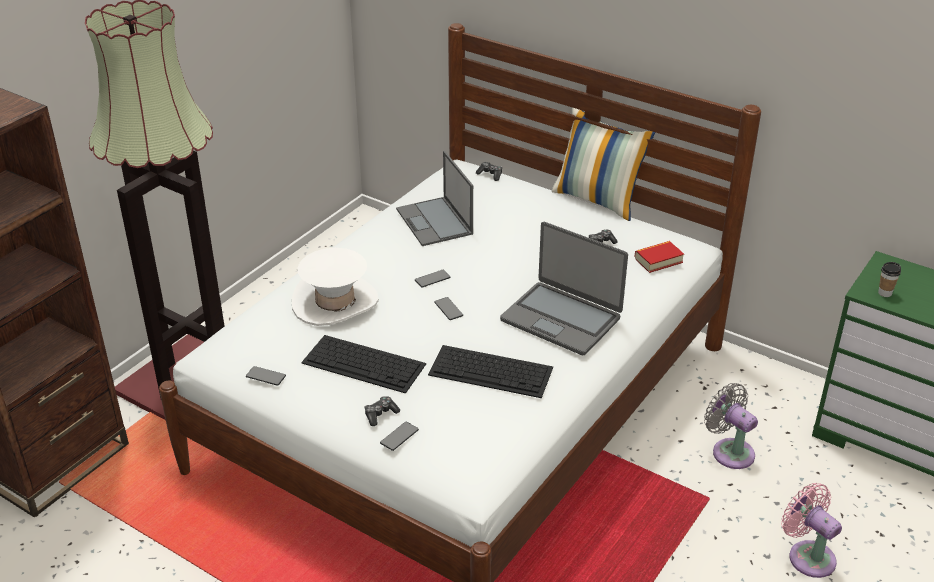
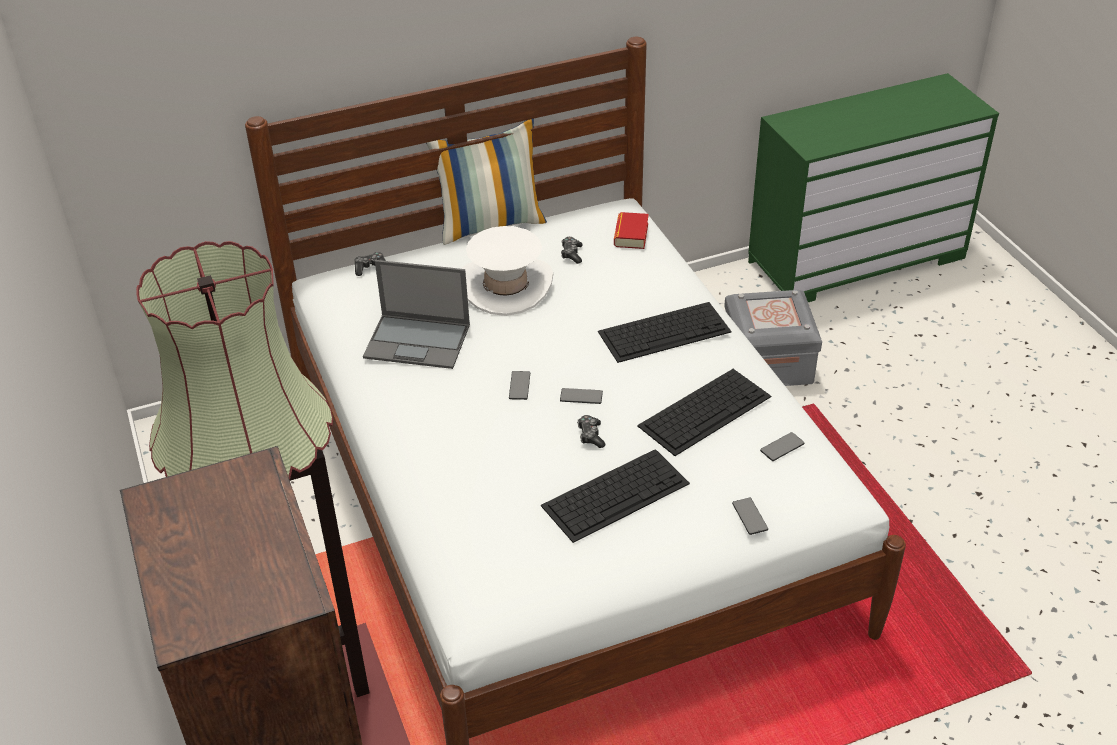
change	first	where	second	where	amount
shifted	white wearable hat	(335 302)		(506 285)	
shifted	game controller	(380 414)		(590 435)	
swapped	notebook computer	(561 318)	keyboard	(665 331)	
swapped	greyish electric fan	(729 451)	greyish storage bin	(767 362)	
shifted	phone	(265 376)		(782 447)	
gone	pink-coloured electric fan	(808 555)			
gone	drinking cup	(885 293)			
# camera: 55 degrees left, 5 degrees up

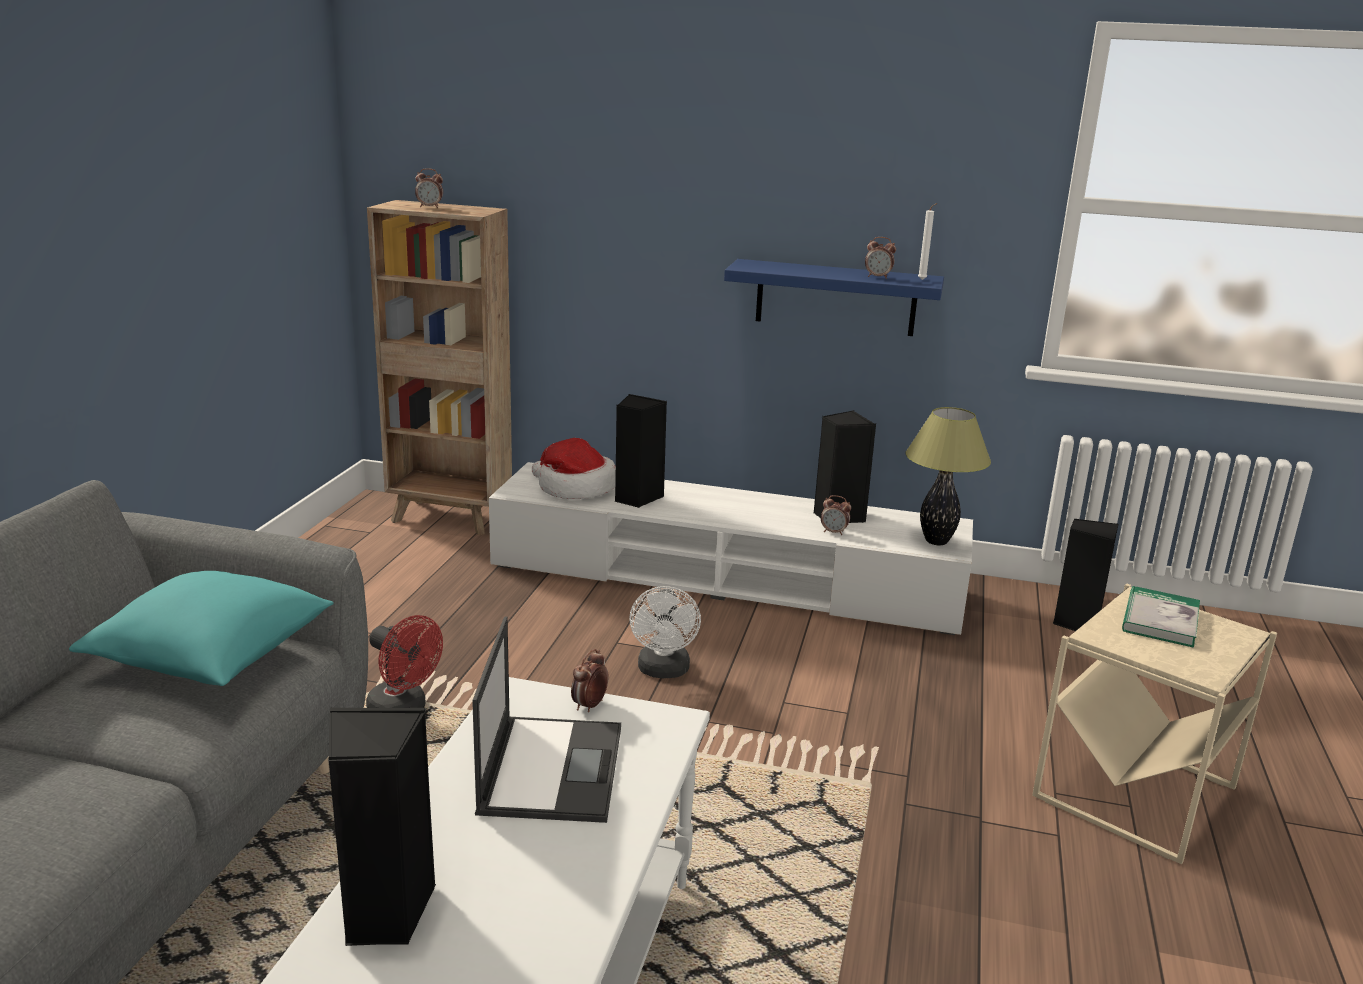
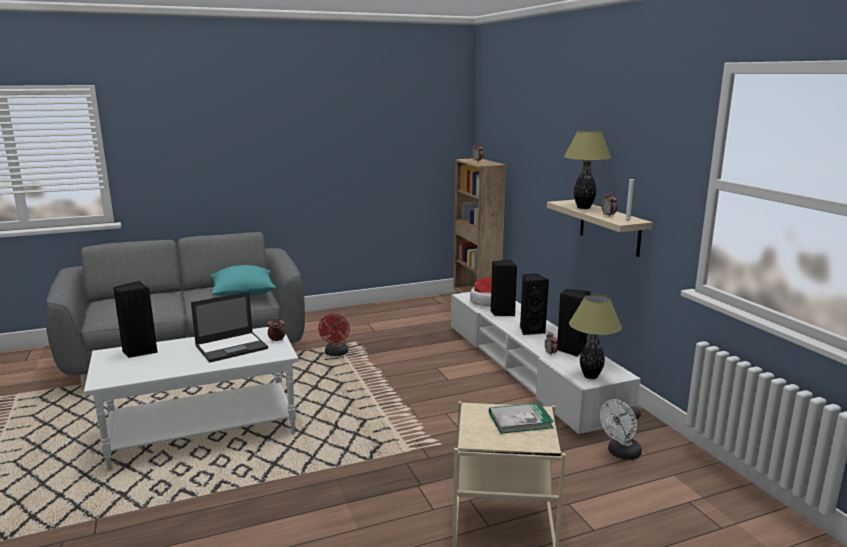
change	first	where	second	where	amount
shifted	black audio speaker	(1076 623)		(531 330)	
repainted	blue wall shelf	(836 298)	beige-coloured wall shelf	(609 227)	
new			table lamp	(583 208)	
shifted	white electric fan	(663 671)		(620 453)	
# camera: 55 degrees right, 5 degrees down

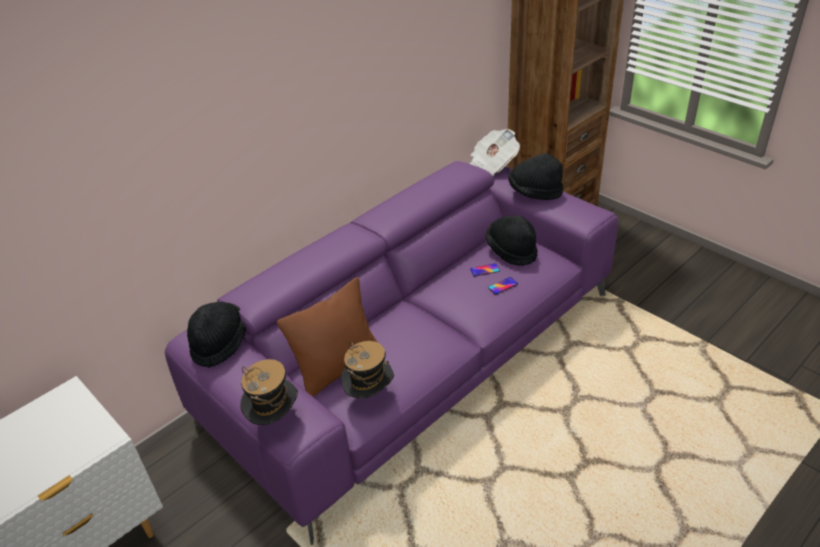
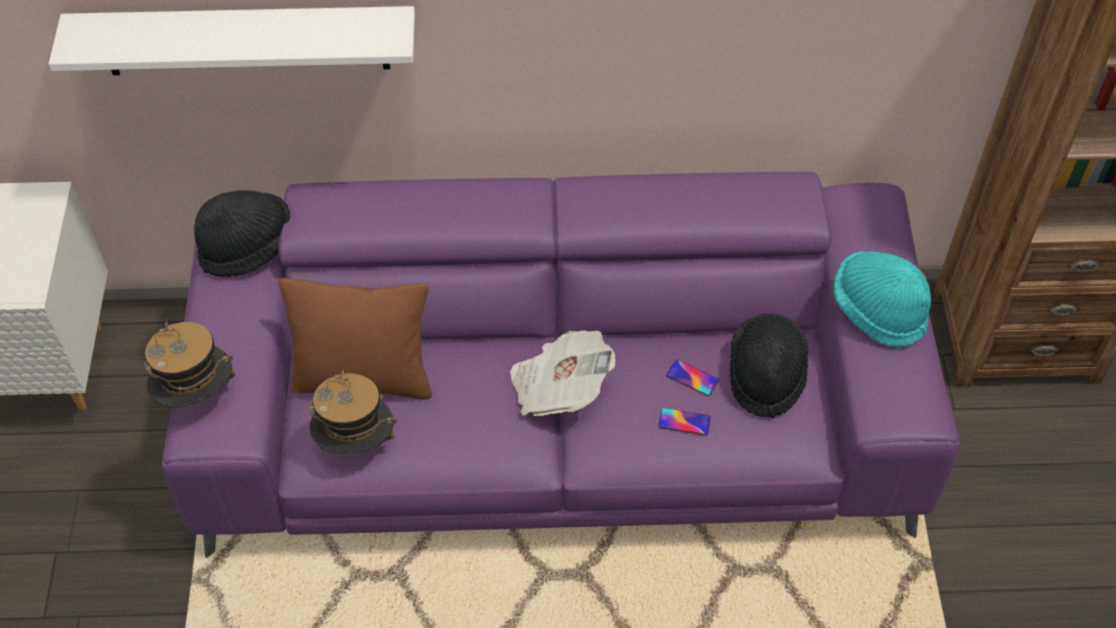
change	first	where	second	where	amount
new			white wall shelf	(245 40)	
shifted	daily paper	(491 166)		(559 388)	
repainted	black wearable hat	(534 192)	turquoise-coloured wearable hat	(878 310)	
# camera: 40 degrees right, 15 degrees up

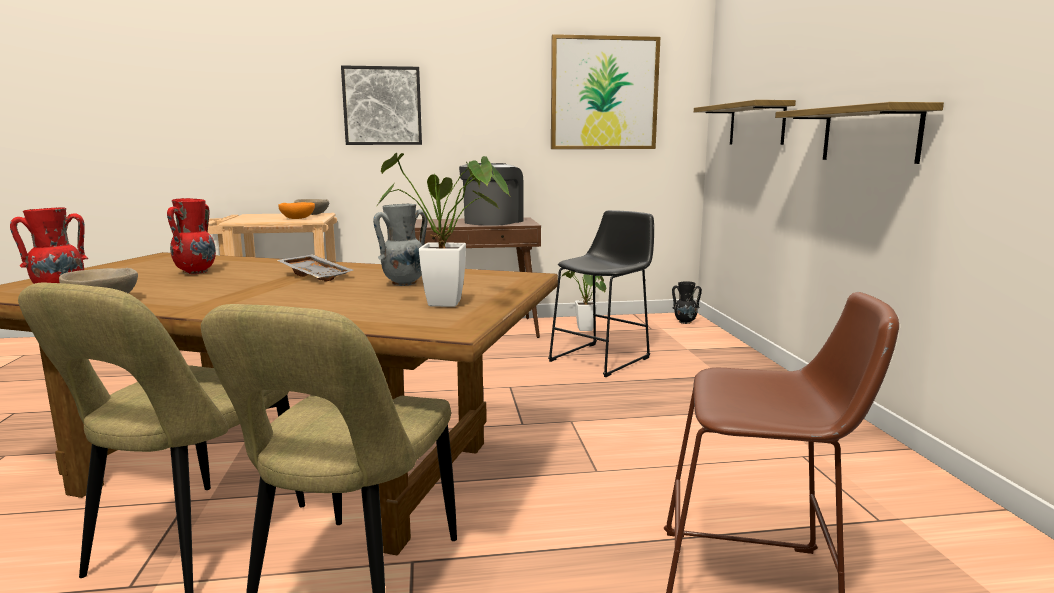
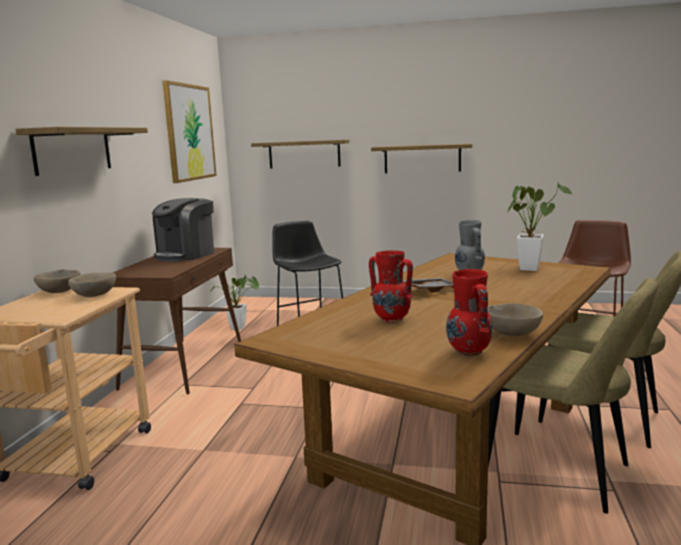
change	first	where	second	where	amount
swapped	wall picture	(382 106)	wall shelf	(73 150)	
repainted	orangey bowl	(298 218)	beige-coloured bowl	(95 295)	
rotated	coffee machine	(492 221)		(186 255)	105 degrees counterclockwise
gone	black flower vase	(684 322)			
# camera: 70 degrees left, 0 degrees up

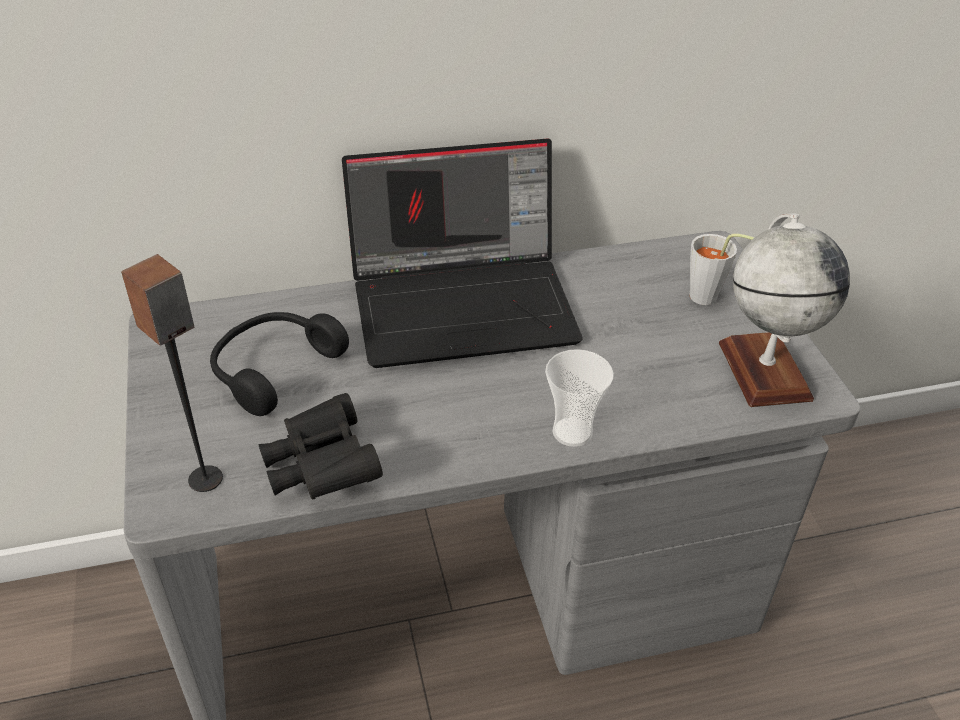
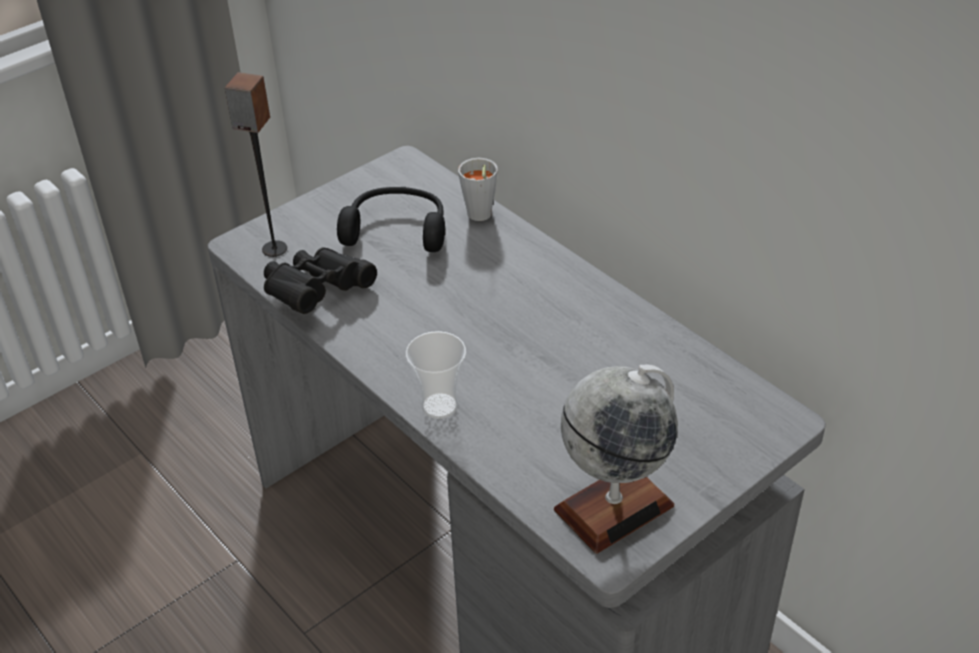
change	first	where	second	where	amount
shifted	greyish drinking cup	(709 298)		(479 217)	
gone	notebook computer	(465 303)			
# camera: 65 degrees right, 0 degrees up

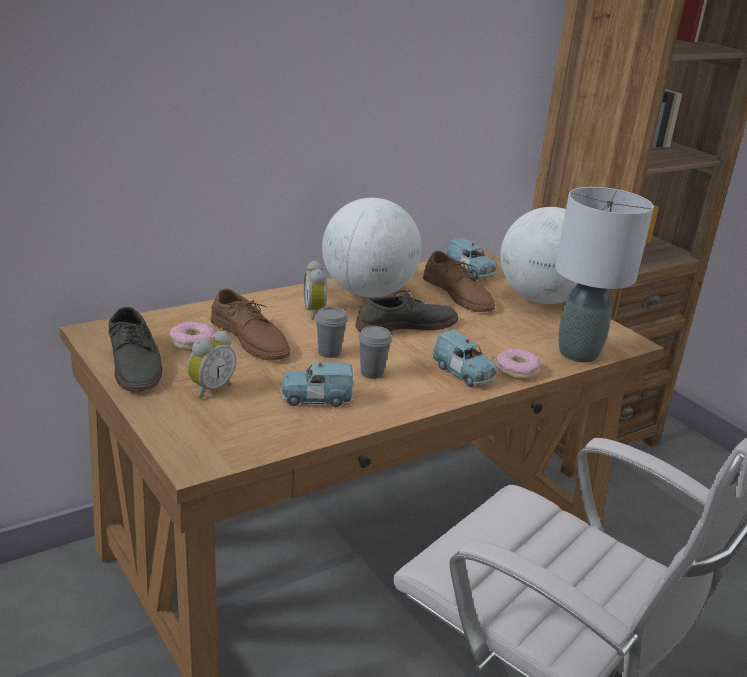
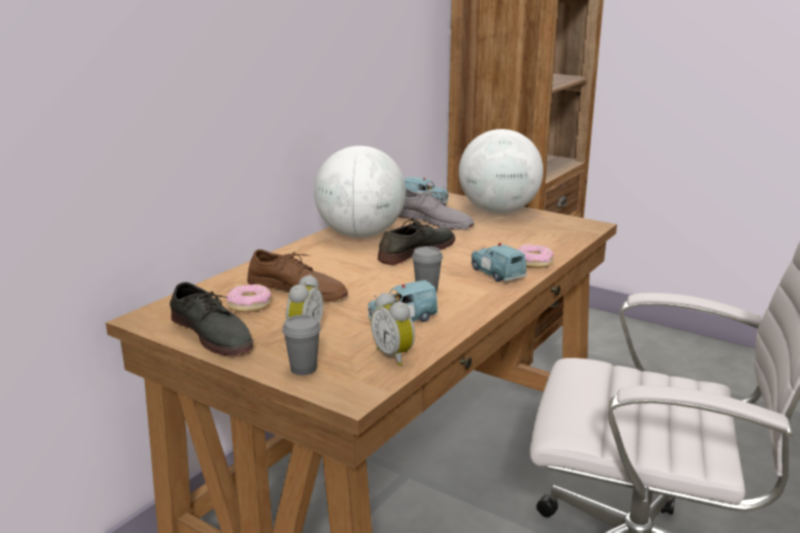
change	first	where	second	where	amount
shifted	greyish drinking cup	(329 352)		(303 369)	
shifted	bedside clock	(316 313)		(395 355)	
repainted	brown low shoe	(458 294)	greyish low shoe	(433 220)	
rotated	blue model car	(463 373)		(497 274)	150 degrees counterclockwise
gone	greyish table lamp	(578 353)			
# camera: 20 degrees left, 5 degrees down

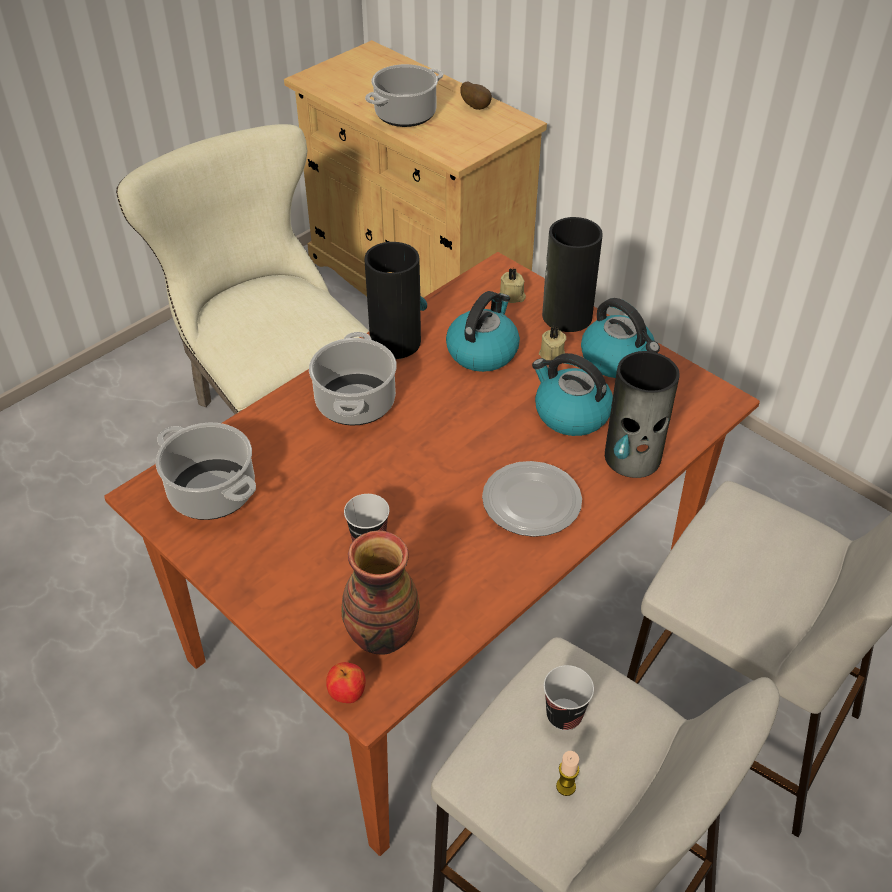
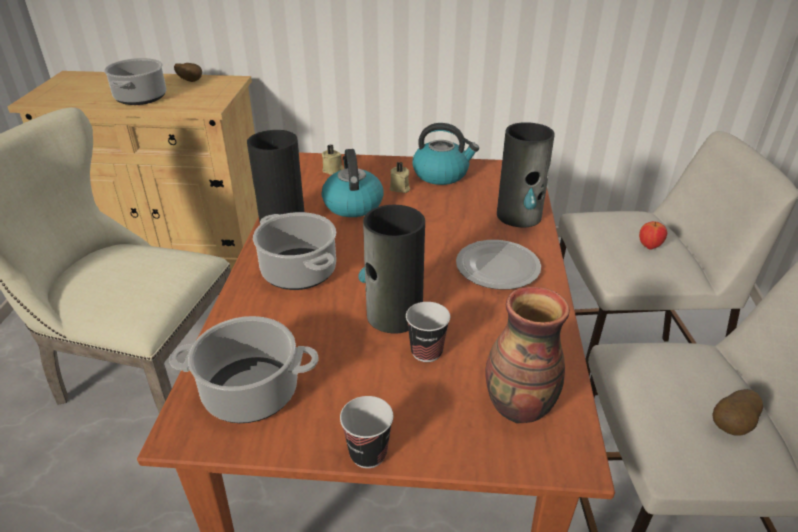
change	first	where	second	where	amount
shifted	drinking cup	(564 715)		(368 453)	
shifted	flower vase	(566 316)		(393 315)	
shifted	whole apple	(347 694)		(649 246)	
swapped	candle	(566 786)	potato	(732 426)	
gone	water kettle	(570 414)			
# camera: 40 degrees left, 10 degrees down

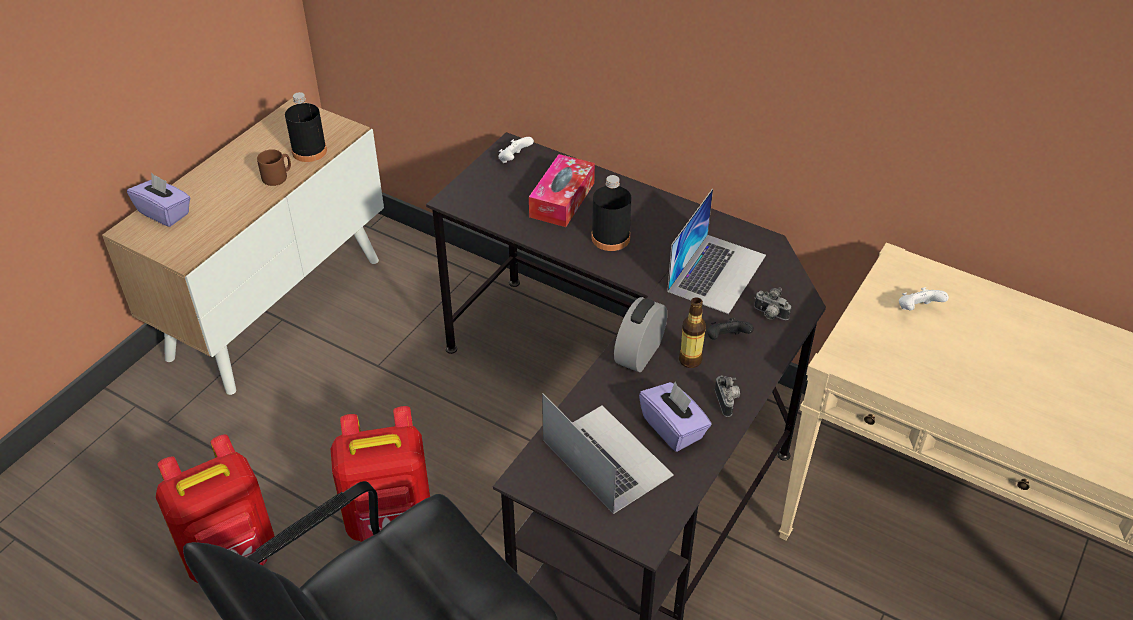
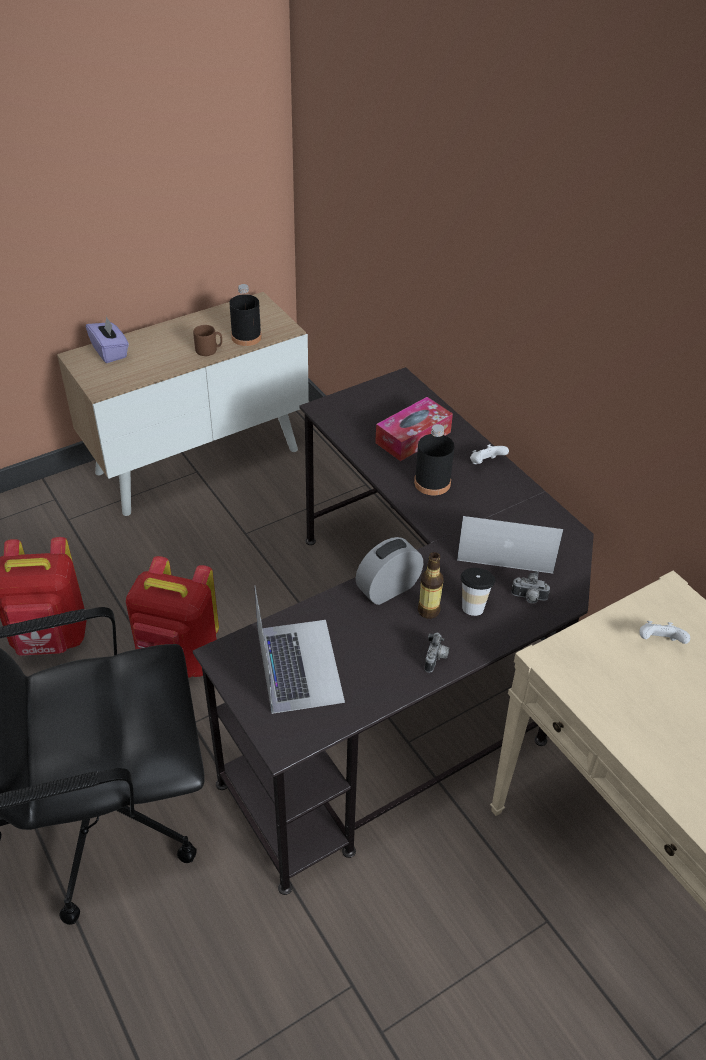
change	first	where	second	where	amount
rotated	notebook computer	(717 272)		(506 544)	135 degrees counterclockwise
swapped	black game controller	(726 339)	drinking cup	(473 605)	
shifted	white game controller	(514 159)		(485 464)	
rotated	photo camera	(769 315)		(528 598)	45 degrees counterclockwise
gone	purplish tissue box	(673 428)			
# camera: 25 degrees right, 0 degrees up

